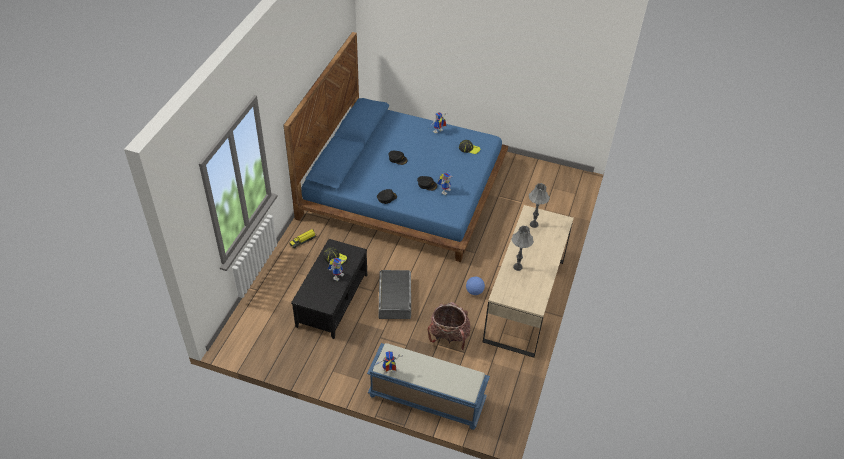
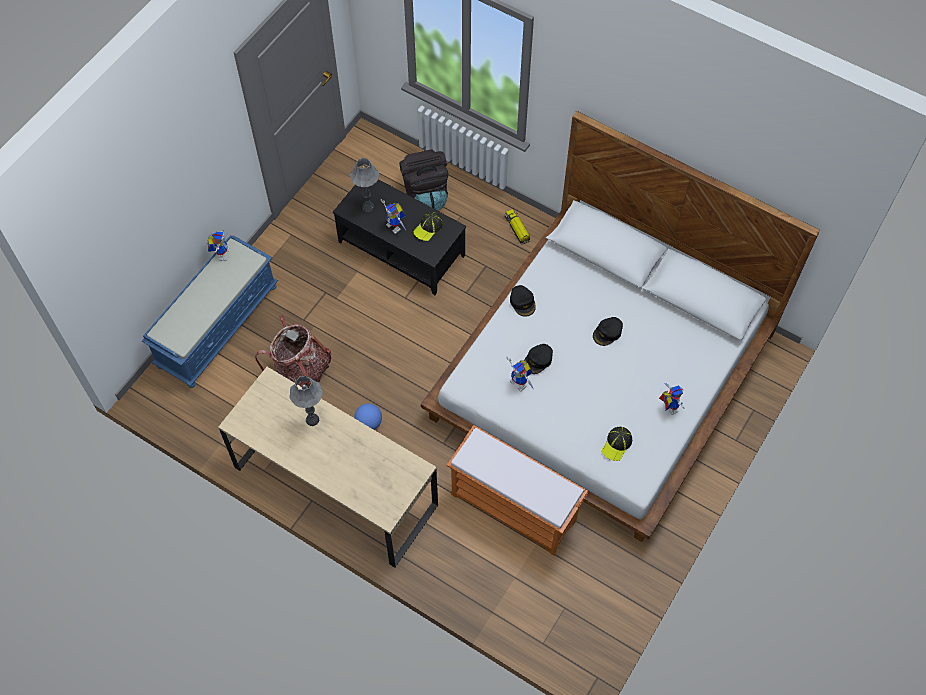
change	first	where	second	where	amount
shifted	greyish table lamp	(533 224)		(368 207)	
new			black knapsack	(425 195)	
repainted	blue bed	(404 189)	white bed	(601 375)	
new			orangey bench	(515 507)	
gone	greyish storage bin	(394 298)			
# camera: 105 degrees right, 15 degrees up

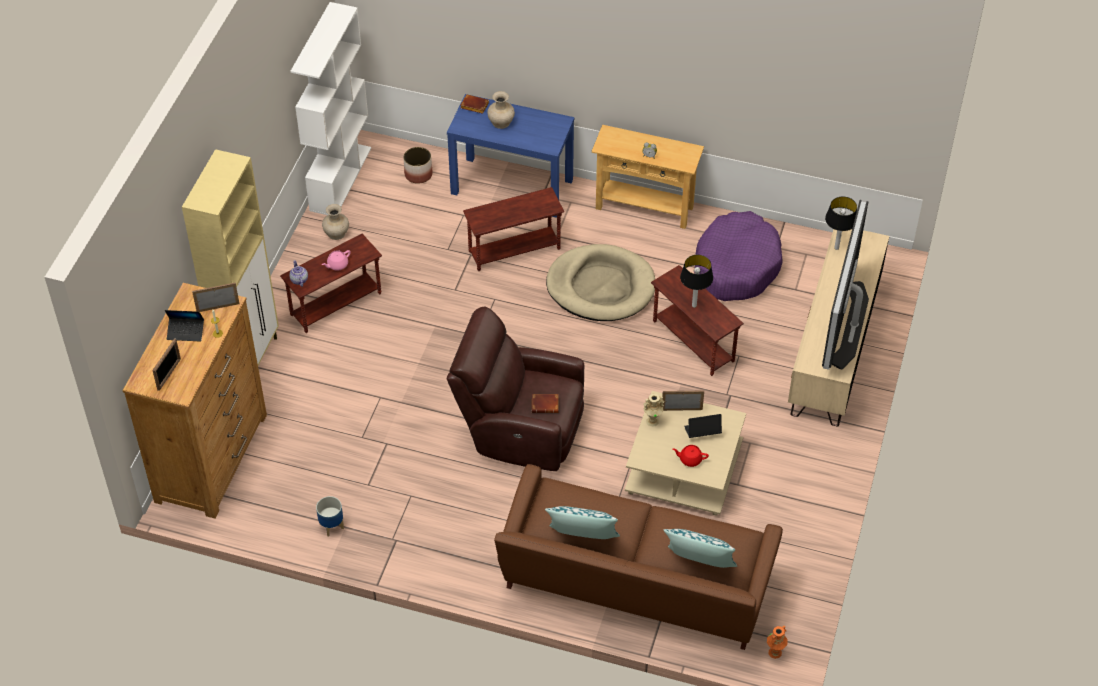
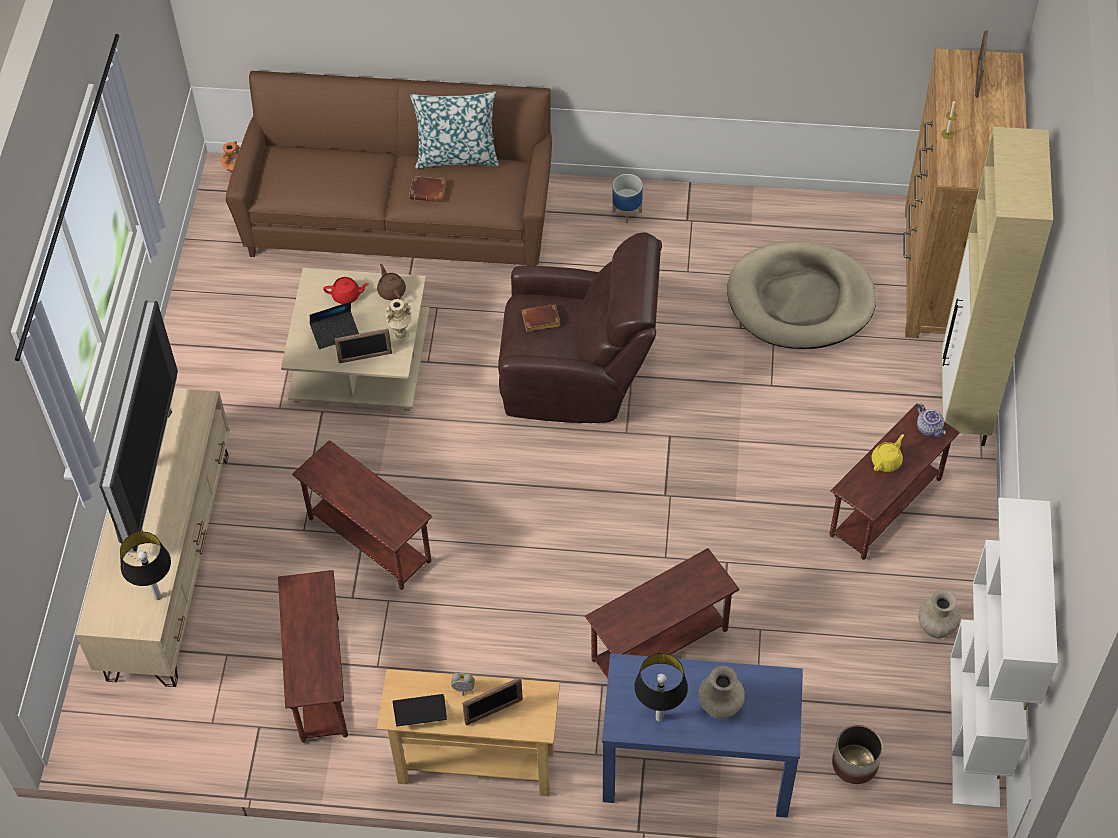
change	first	where	second	where	amount
swapped	purplish pet bed	(736 266)	brown end table	(319 680)	
new			brown tea pot	(391 291)	
shifted	notebook computer	(186 332)		(420 714)	
shifted	brown bound book	(473 106)		(429 191)	
shifted	standing frame	(218 307)		(494 711)	
shifted	flower pot	(331 526)		(627 211)	
shifted	table lamp	(693 305)		(659 717)	
shifted	beige-coloured pet bed	(601 287)		(800 300)	
repainted	pink-coloured tea pot	(337 265)	yellowish tea pot	(886 461)	
gone	pillow	(699 566)			
# camera: 170 degrees right, 5 degrees up

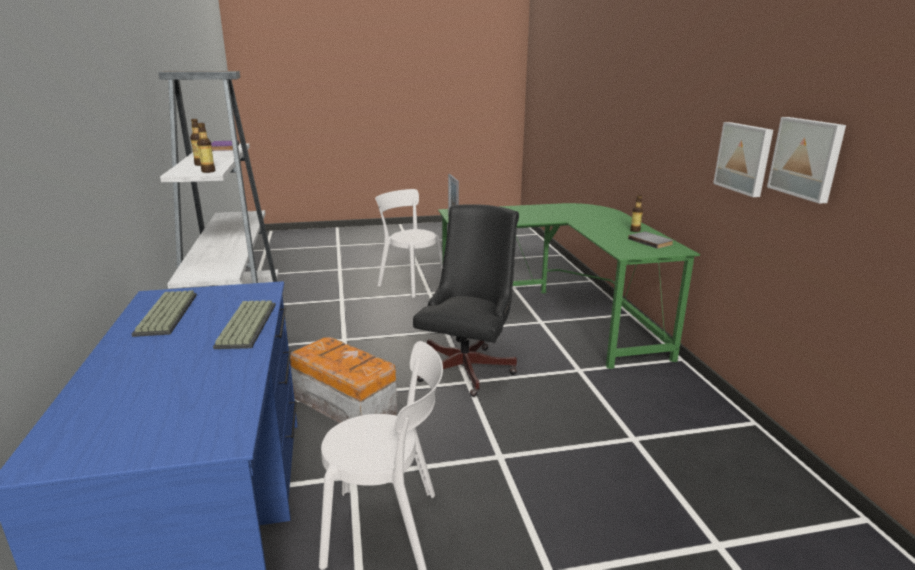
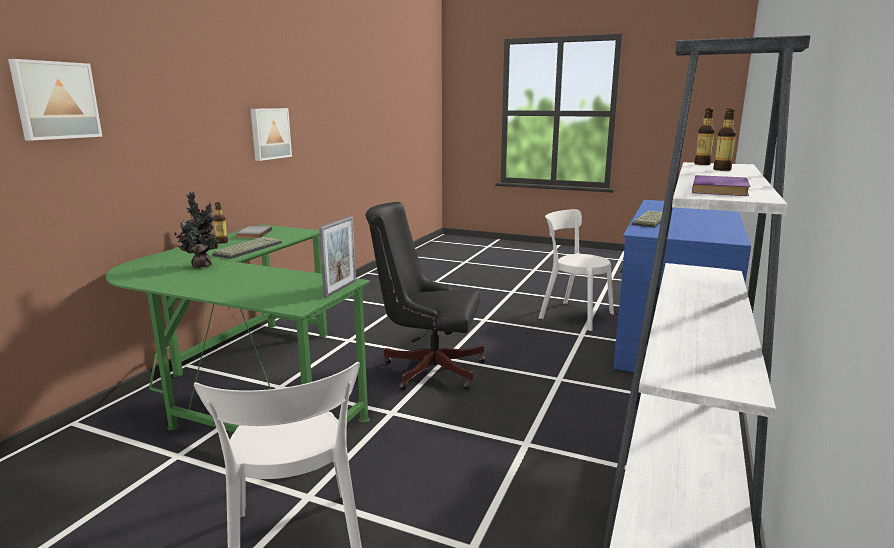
change	first	where	second	where	amount
shifted	wall picture	(807 158)		(55 100)	
new			potted plant	(202 265)	
shifted	keyboard	(168 314)		(248 248)	
rotated	black office chair	(469 366)		(427 368)	45 degrees clockwise
gone	storage bin	(344 404)			
# camera: 145 degrees left, 5 degrees down

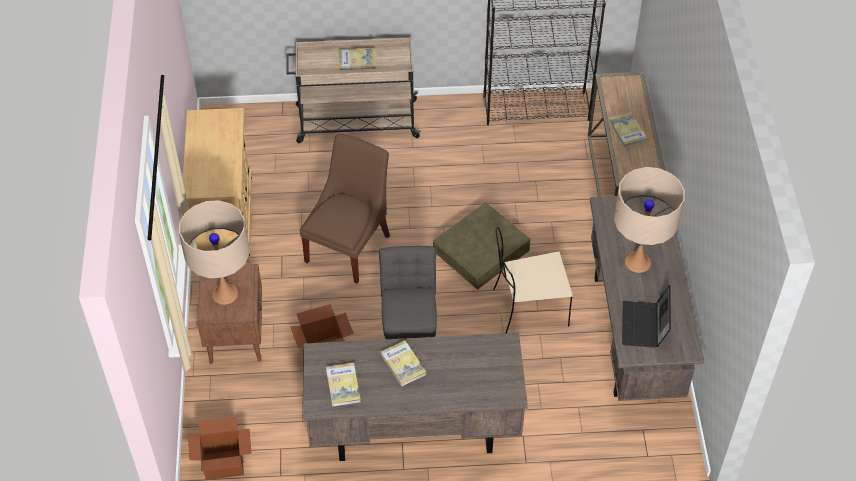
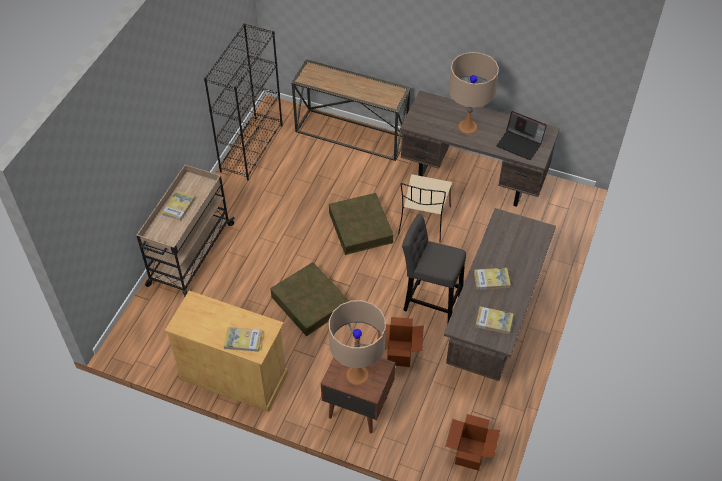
change	first	where	second	where	amount
shifted	bound book	(627 131)		(243 340)	
swapped	brown upright chair	(350 245)	brown storage bin	(310 302)	
# camera: 65 degrees left, 0 degrees up

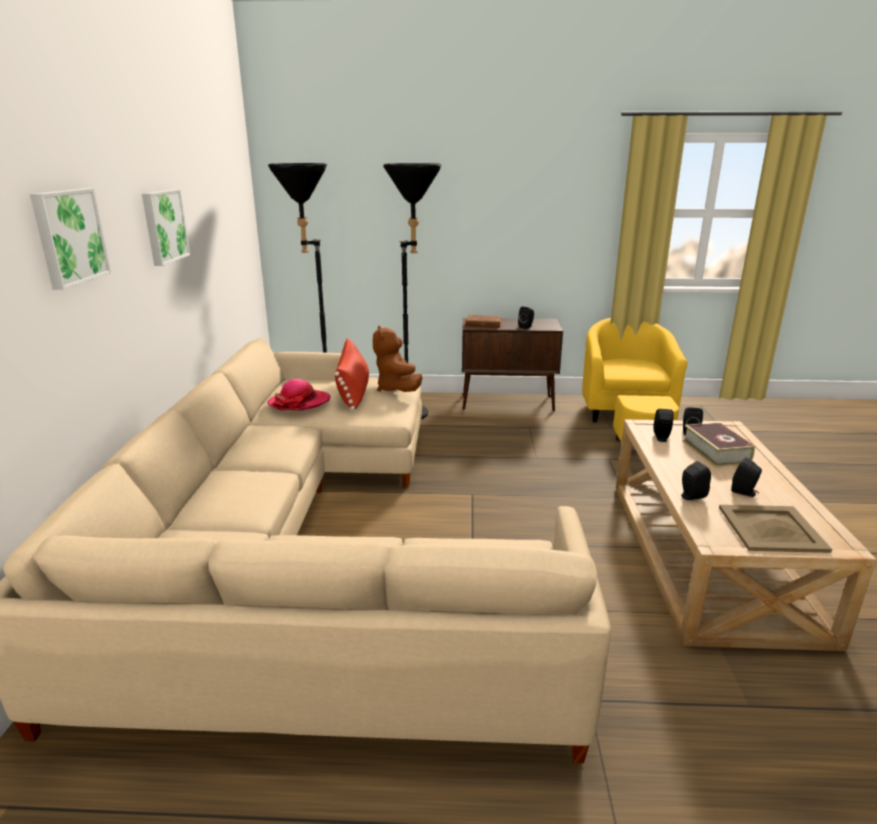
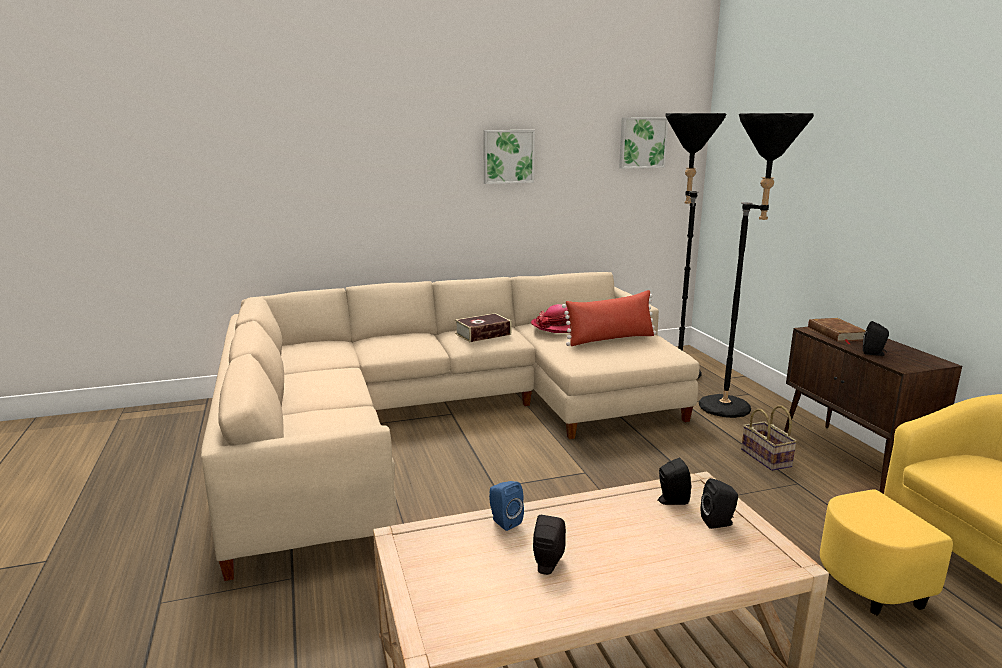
change	first	where	second	where	amount
shifted	bound book	(715 451)		(483 334)	
repainted	black audio speaker	(691 496)	blue audio speaker	(504 521)	
shifted	wall picture	(68 237)		(642 142)	
new			household basket	(767 458)	
gone	brown plush toy	(397 389)			
gone	beige-coloured serving tray	(771 529)			
# camera: 70 degrees right, 5 degrees down

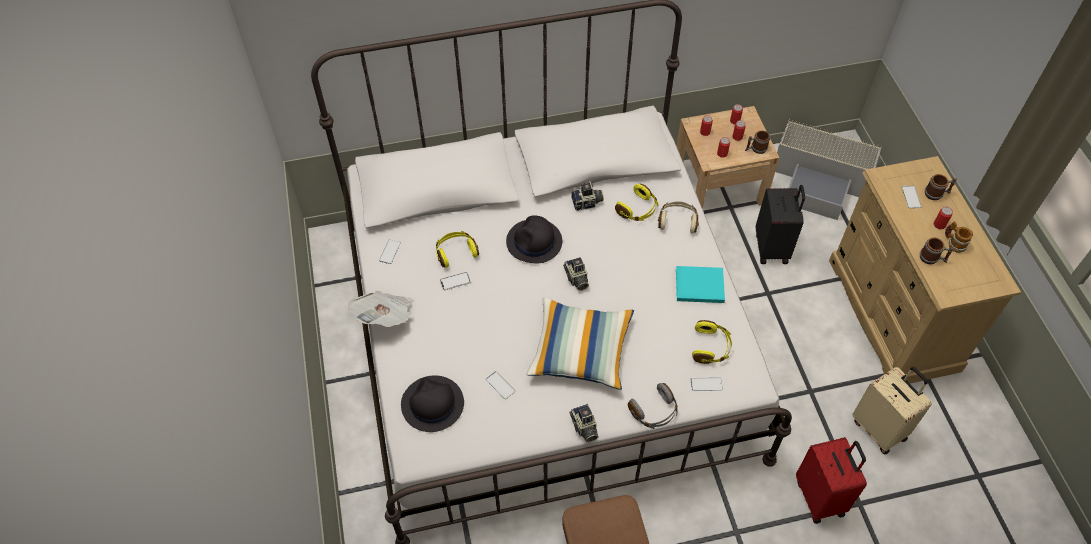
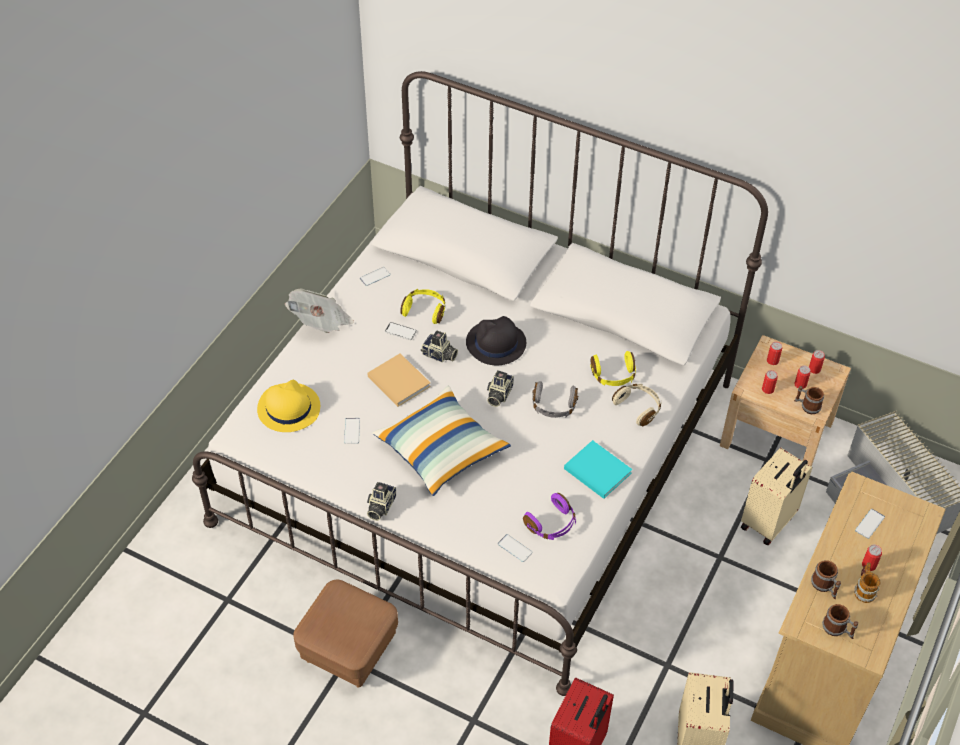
change	first	where	second	where	amount
repainted	black wearable hat	(432 404)	yellowish wearable hat	(288 408)	
new			beige-coloured bound book	(397 380)	
shifted	photo camera	(587 203)		(439 355)	
repainted	yellowish pair of headphones	(711 347)	purplish pair of headphones	(551 524)	
shifted	greyish pair of headphones	(654 412)		(553 406)	
repainted	black suitcase	(772 248)	beige-coloured suitcase	(769 522)	
shifted	tea mug	(936 194)		(837 629)	
# camera: 40 degrees right, 5 degrees down

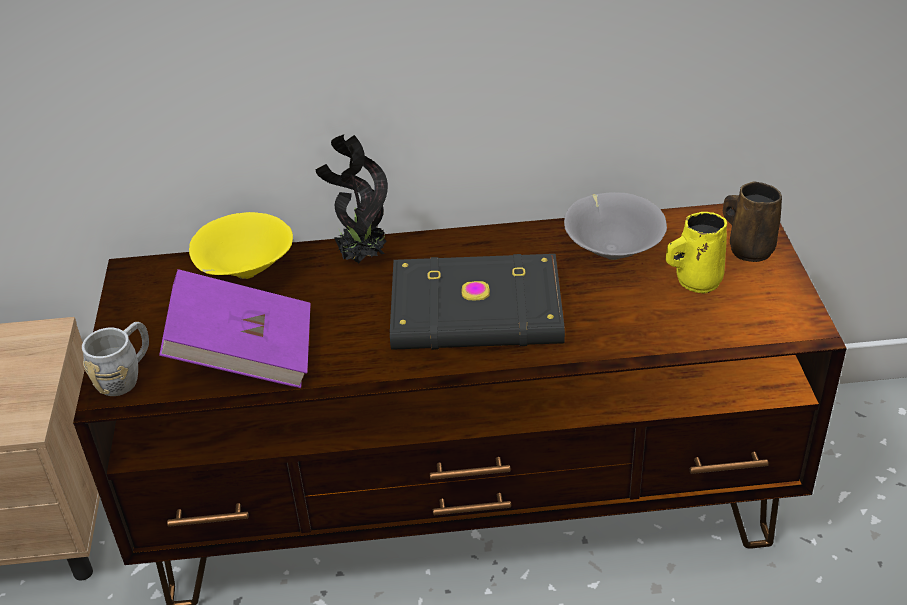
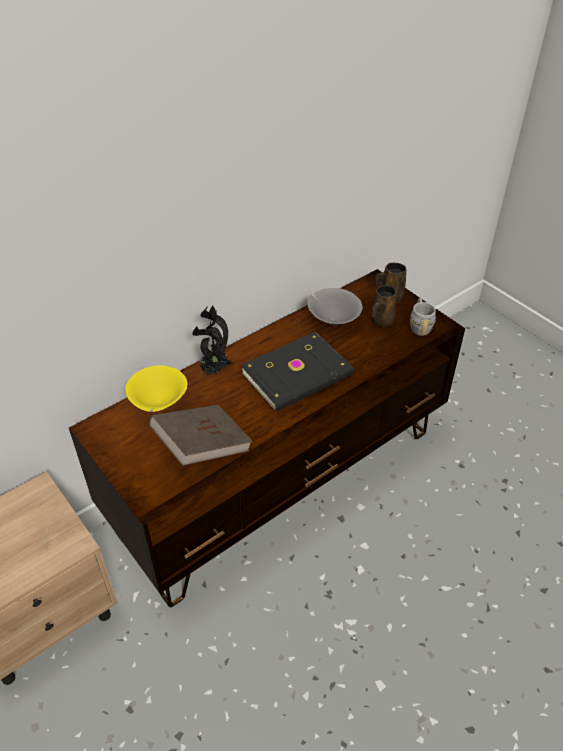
change	first	where	second	where	amount
repainted	purplish bound book	(244 355)	brown bound book	(202 447)	
repainted	yellowish tea mug	(695 281)	brown tea mug	(381 321)	
shifted	greyish tea mug	(126 376)		(419 325)	
# camera: 35 degrees left, 5 degrees up

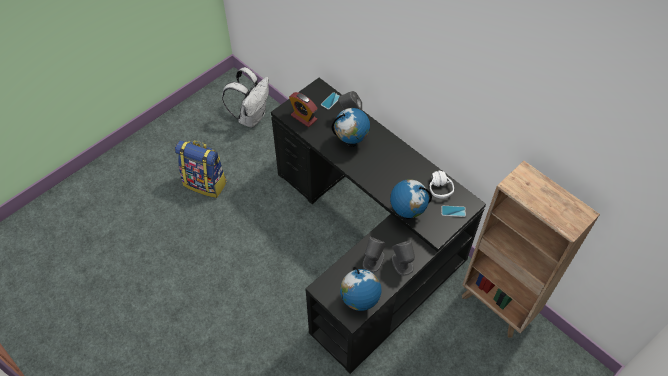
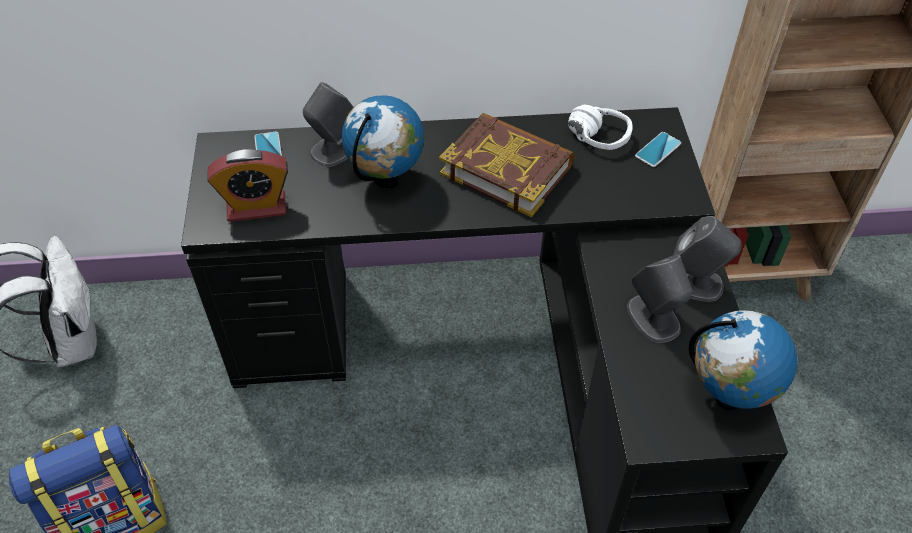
change	first	where	second	where	amount
new			bound book	(507 169)	
gone	world globe	(407 213)			
# camera: 50 degrees left, 5 degrees down

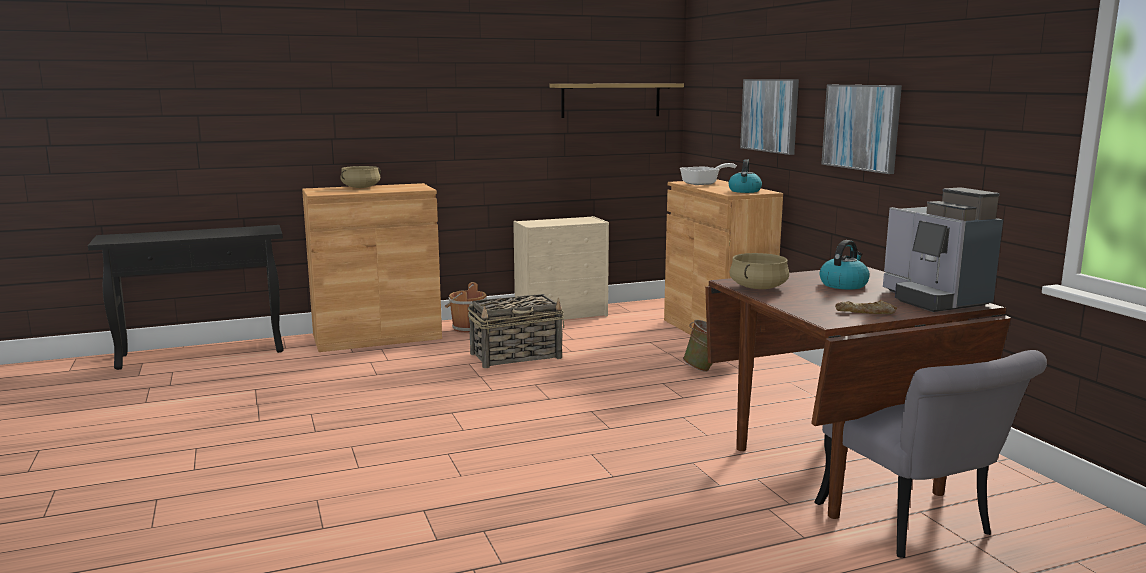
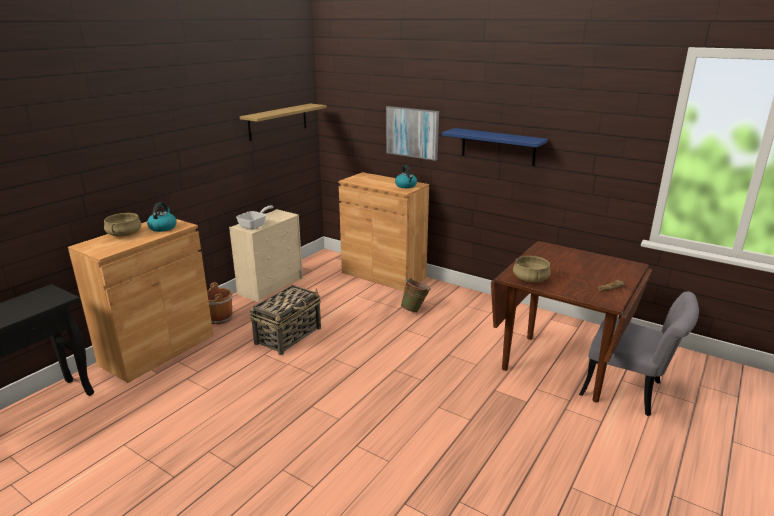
change	first	where	second	where	amount
shifted	water kettle	(843 284)		(163 227)	
shifted	pan	(704 183)		(255 225)	
swapped	wall picture	(861 127)	blue wall shelf	(498 146)	
gone	coffee machine	(934 299)			
# camera: 35 degrees left, 10 degrees up

